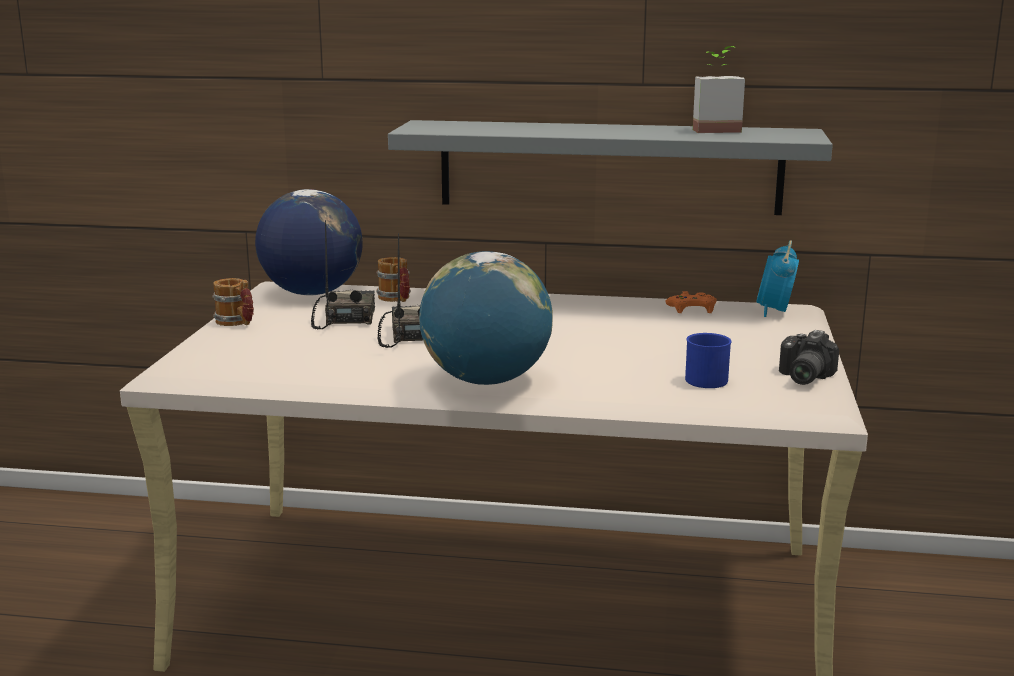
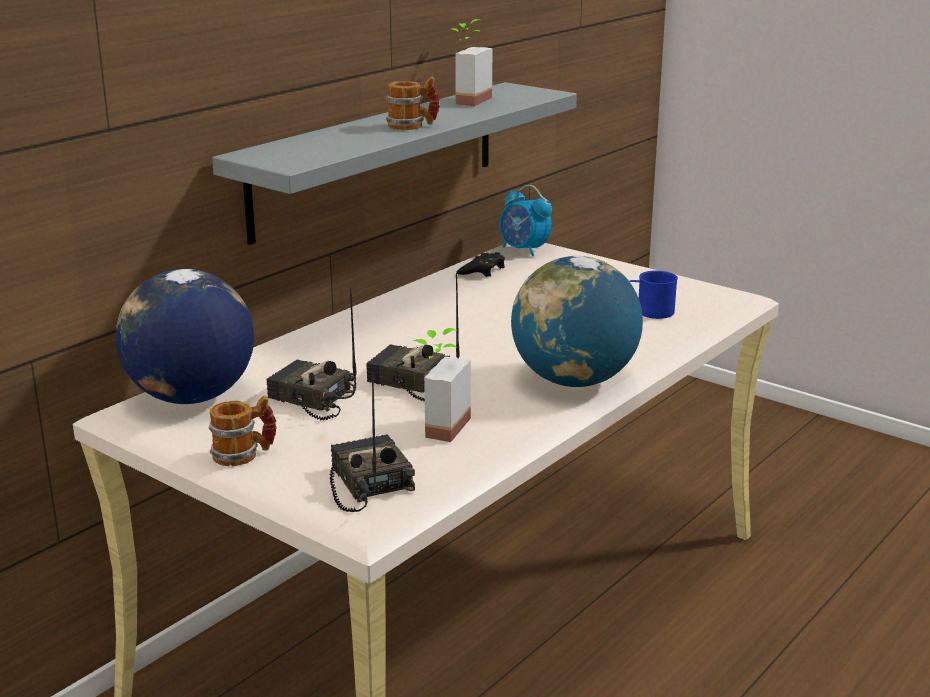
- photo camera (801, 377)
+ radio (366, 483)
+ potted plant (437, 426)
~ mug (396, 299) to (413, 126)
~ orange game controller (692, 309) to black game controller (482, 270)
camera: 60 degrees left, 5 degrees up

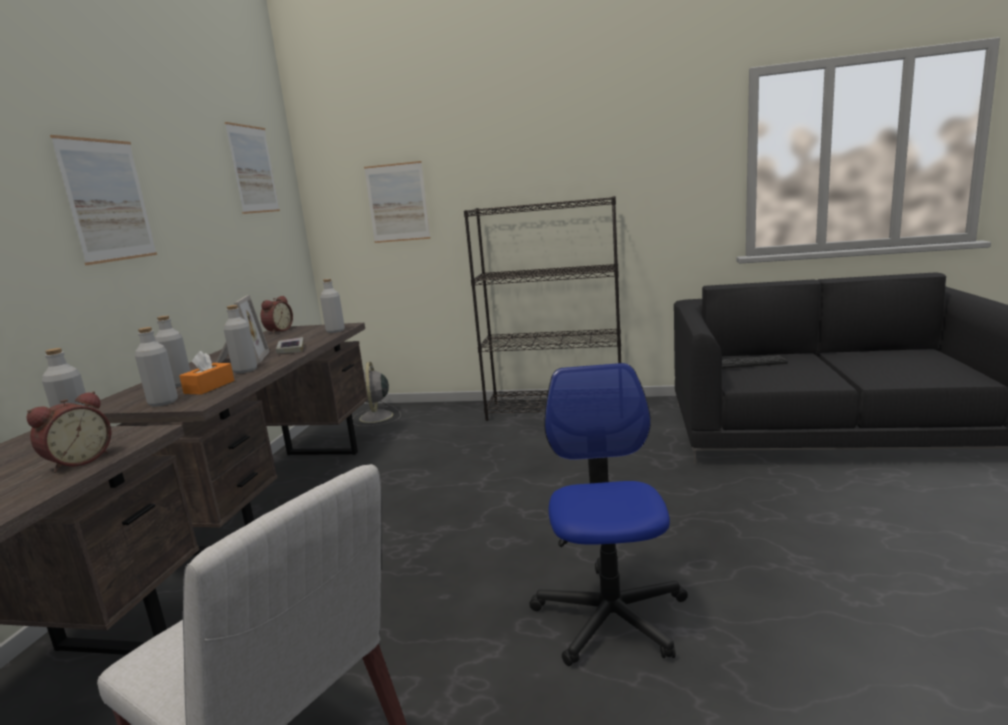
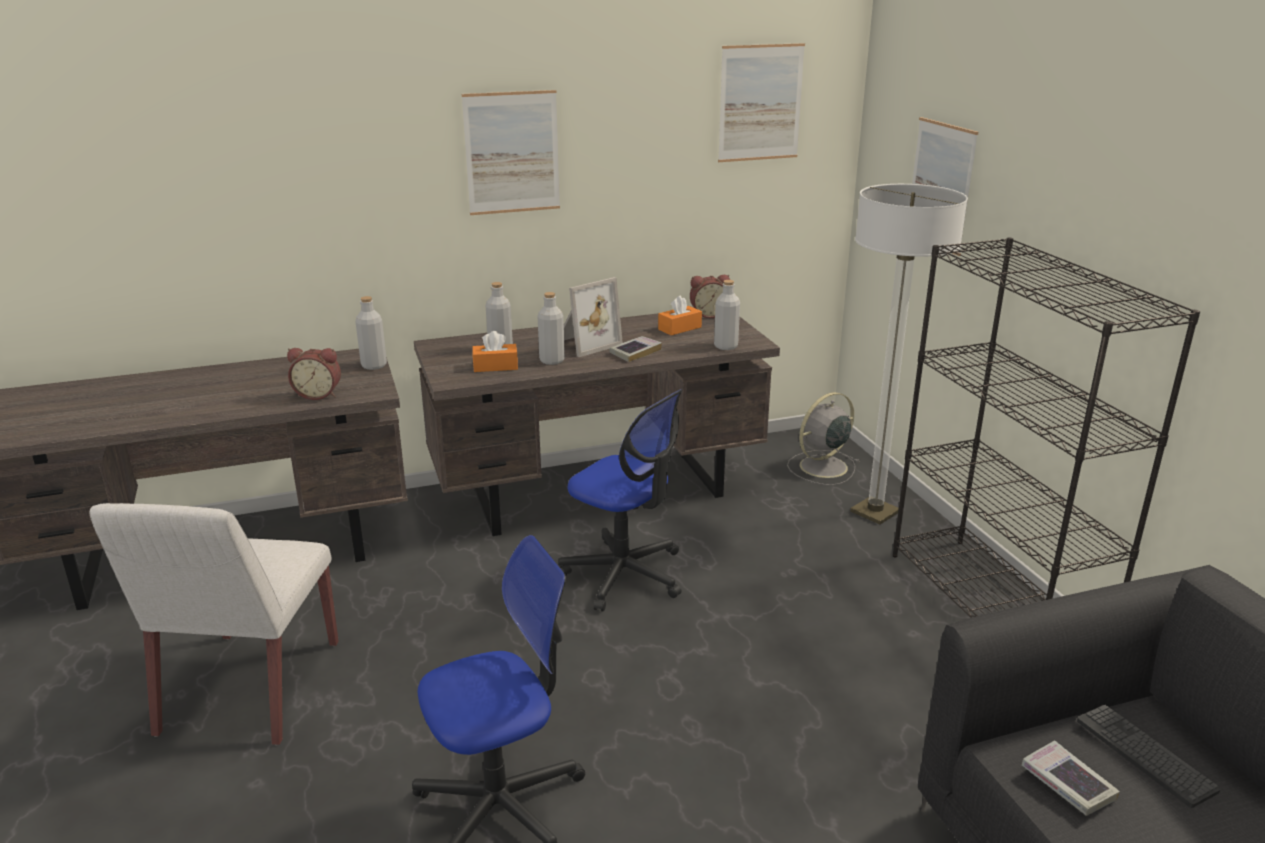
- grey bottle (163, 402)
+ office chair (624, 574)
+ orange tissue box (679, 328)
+ floor lamp (875, 512)
+ book (1067, 783)
camera: 60 degrees right, 10 degrees up

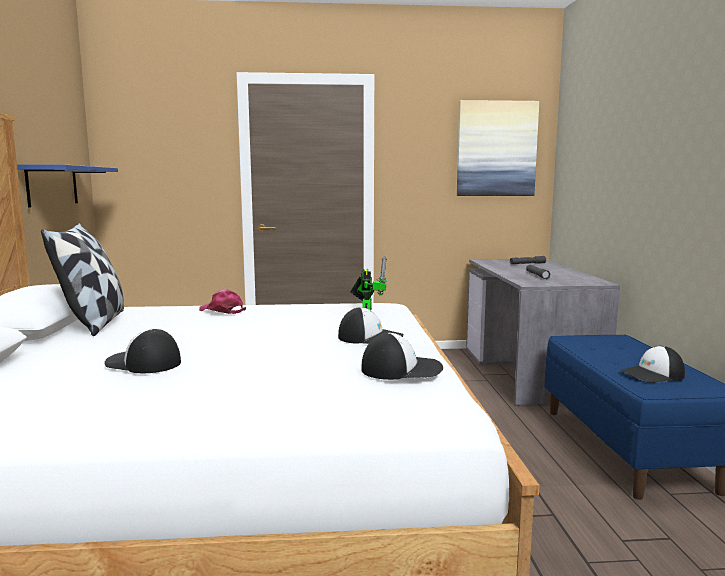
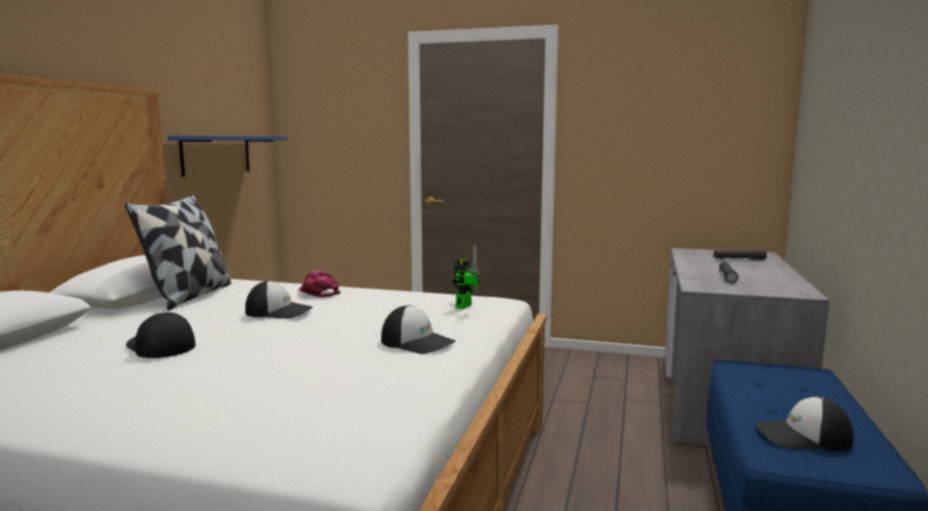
- picture (496, 149)
~ cap (401, 369) to (279, 311)
camera: 20 degrees right, 0 degrees up

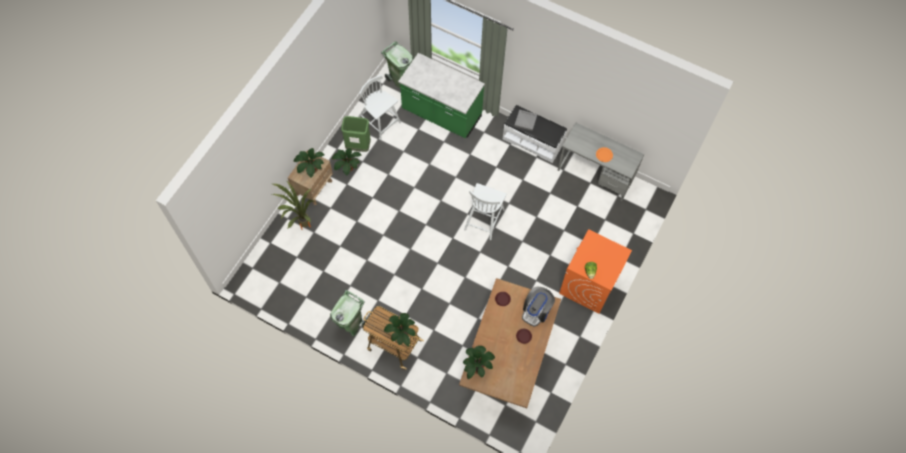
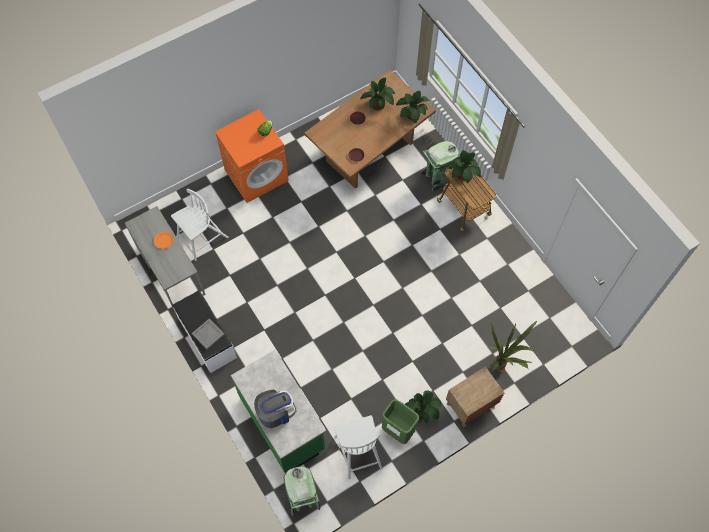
~ potted plant (310, 169) to (378, 104)
~ green trash can (351, 324) to (437, 178)
~ white chair (484, 219) to (201, 238)
~ coffee machine (536, 310) to (275, 412)
camera: 150 degrees left, 0 degrees up

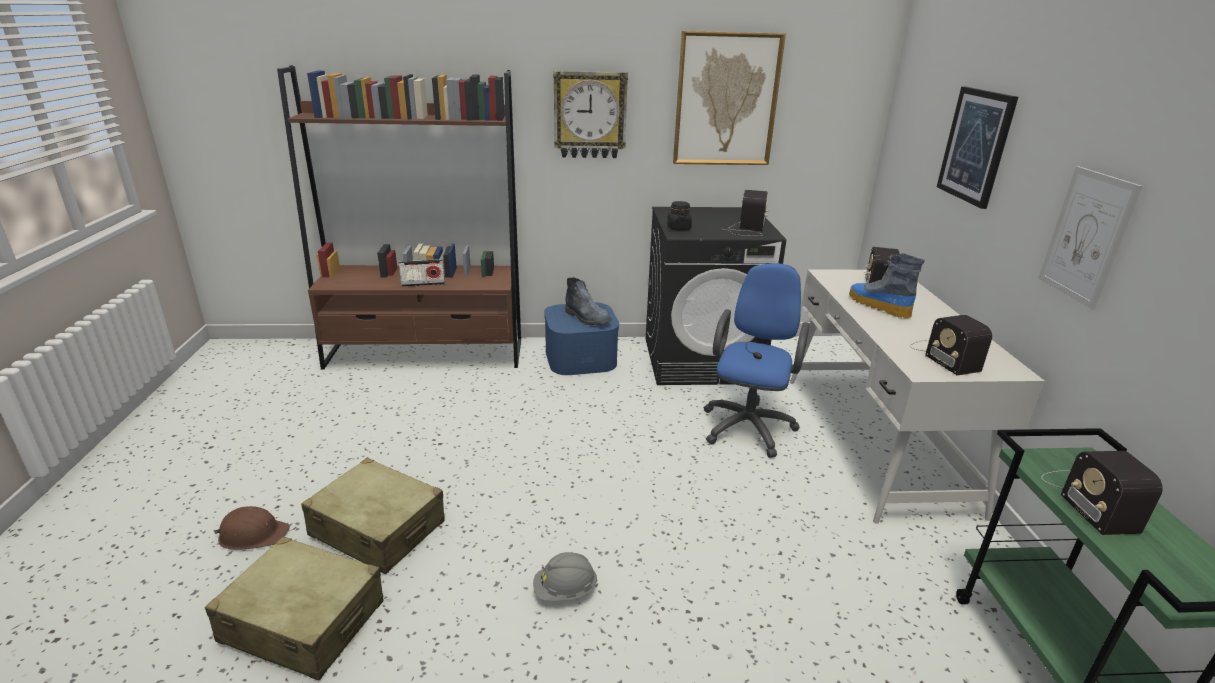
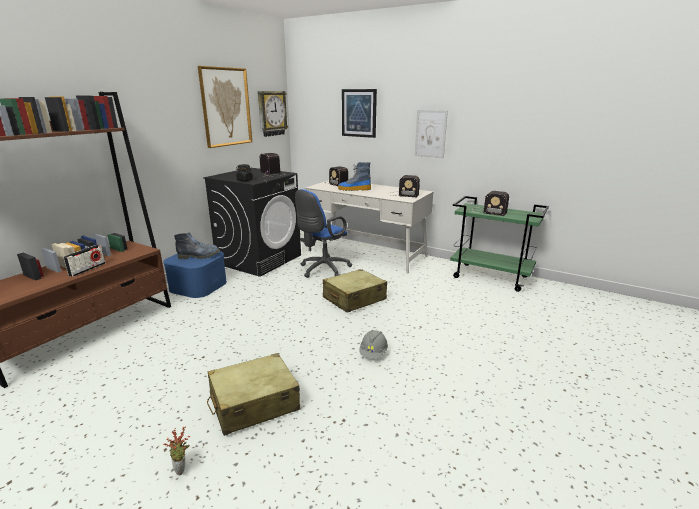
~ beige suitcase (303, 621) to (354, 299)
~ wall clock (590, 115) to (271, 113)
~ brown hard hat (253, 534) to potted plant (182, 469)
~ blue office chair (749, 425) = (322, 270) 105 degrees counterclockwise
camera: 55 degrees left, 5 degrees down

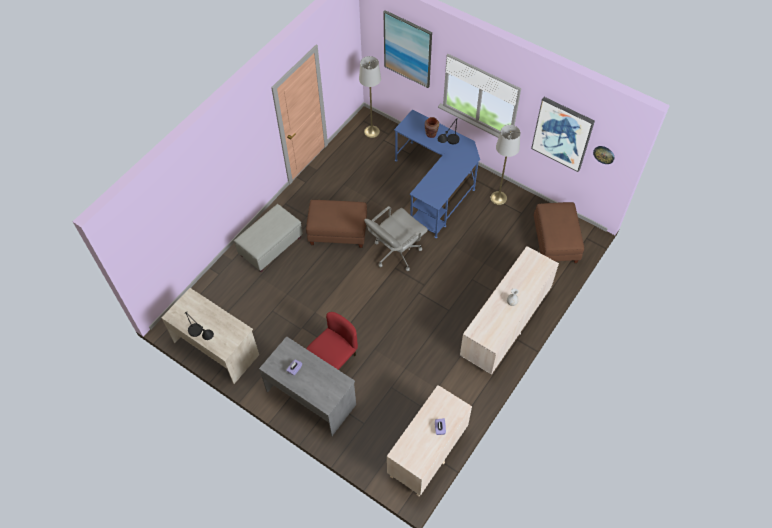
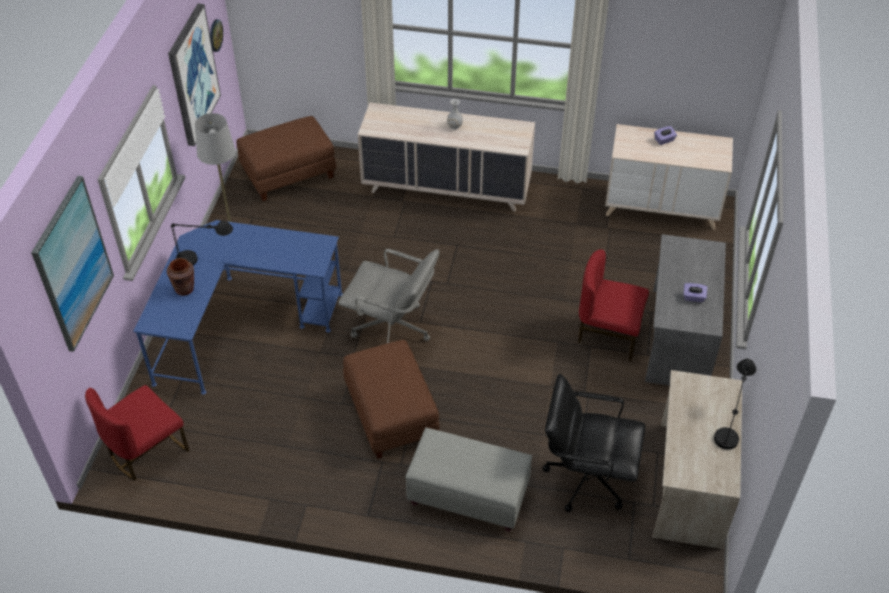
+ black office chair (586, 477)
~ grey floor lamp (371, 131) to red chair (146, 450)
camera: 115 degrees left, 10 degrees down

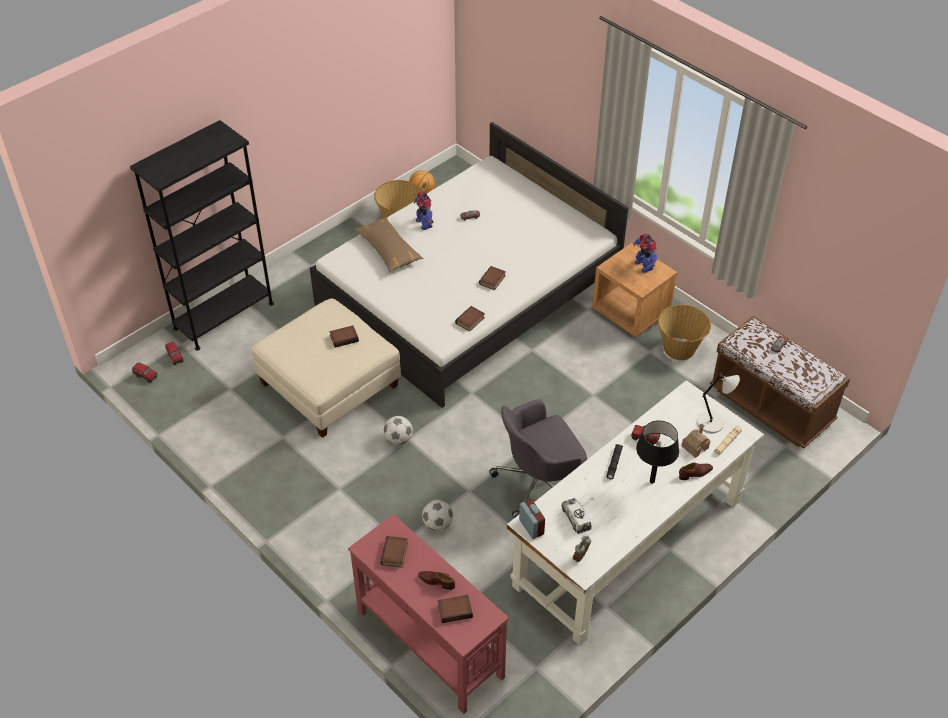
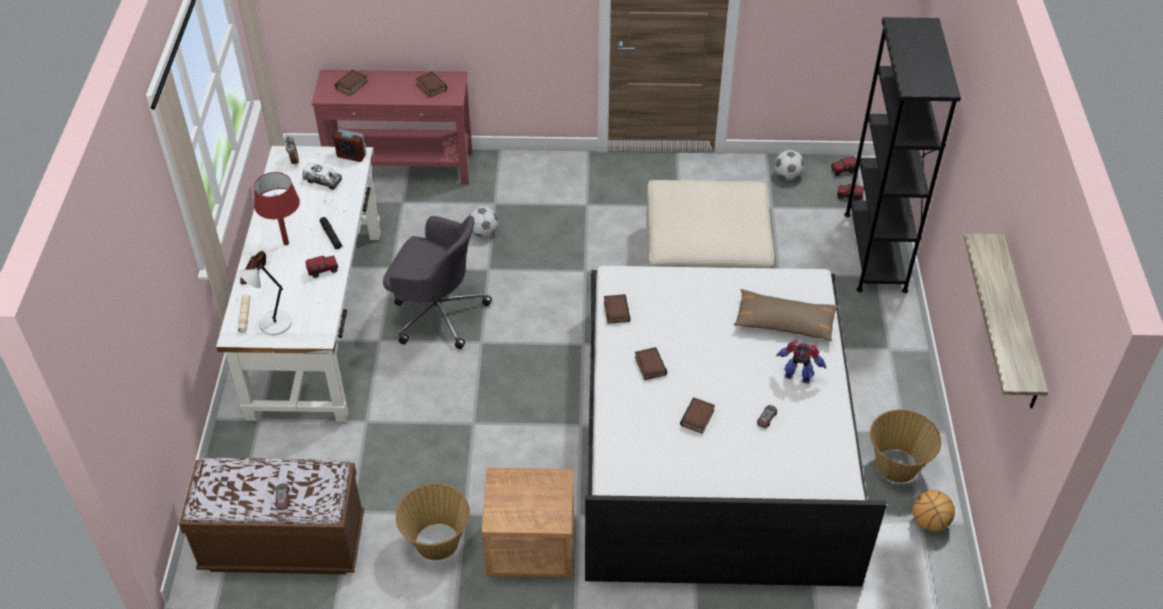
- brown shoe (436, 581)
- toy robot (644, 265)
- toy house (695, 447)
+ shelf (1019, 324)
~ book (344, 338) to (698, 418)
~ football (398, 439) to (787, 176)
~ black table lamp (652, 481) to red table lamp (286, 243)
~ grey office chair (539, 484) = (437, 312) 90 degrees clockwise
camera: 135 degrees right, 0 degrees up

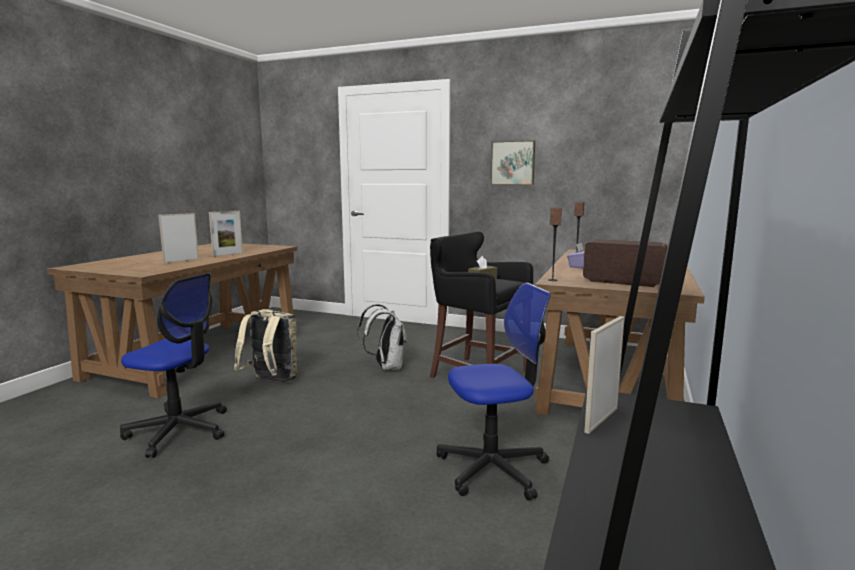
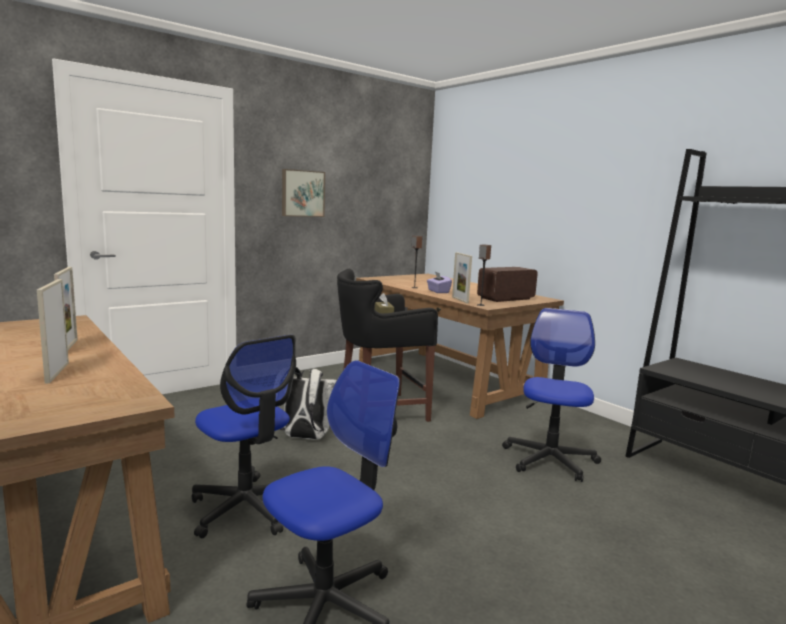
~ picture frame (601, 420) to (460, 300)
~ beige backpack (271, 382) to office chair (247, 508)
camera: 60 degrees left, 0 degrees up

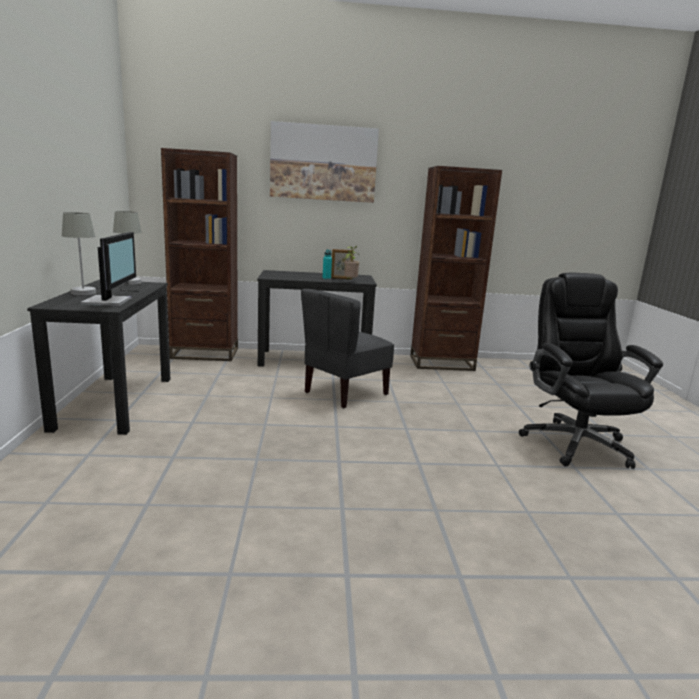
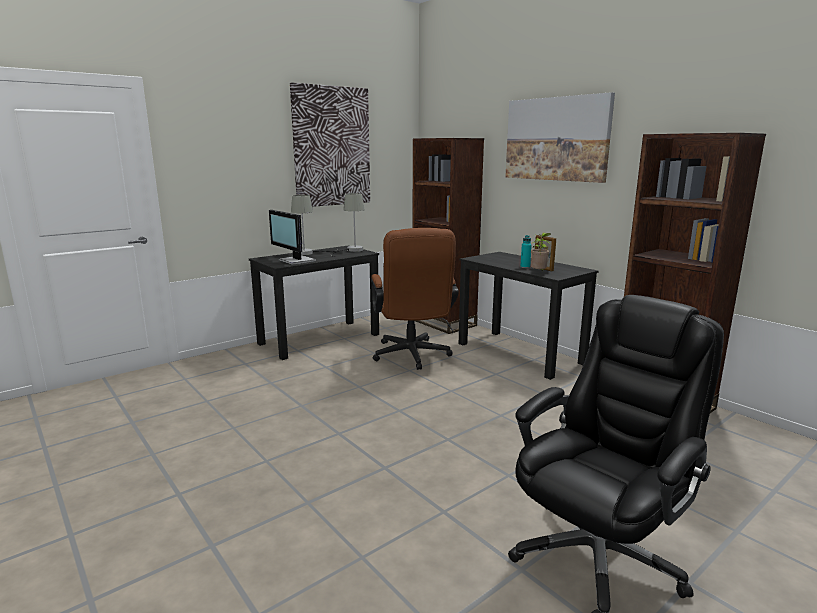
- grey chair (345, 393)
+ picture (331, 147)
+ brown office chair (412, 357)
~ monitor (109, 301) = (296, 261) 90 degrees clockwise
camera: 55 degrees right, 0 degrees up

